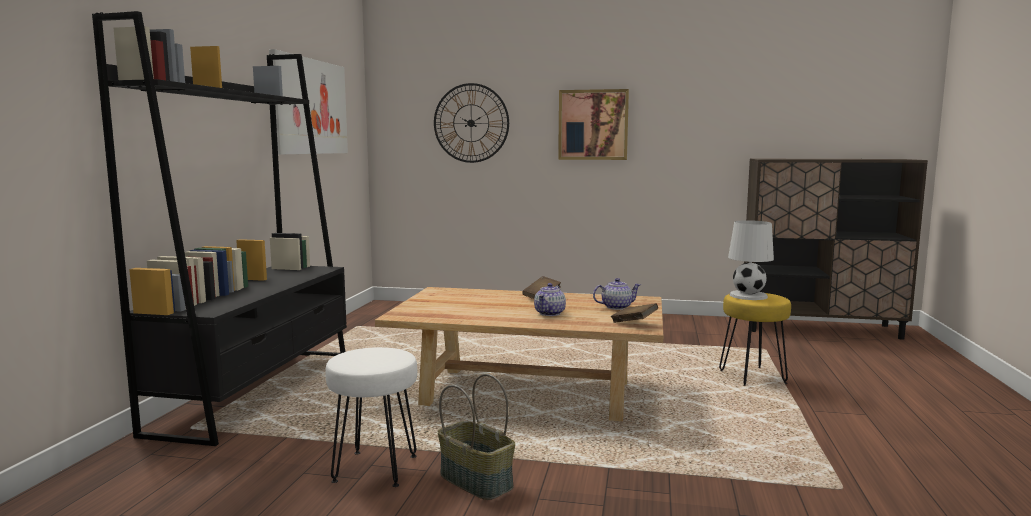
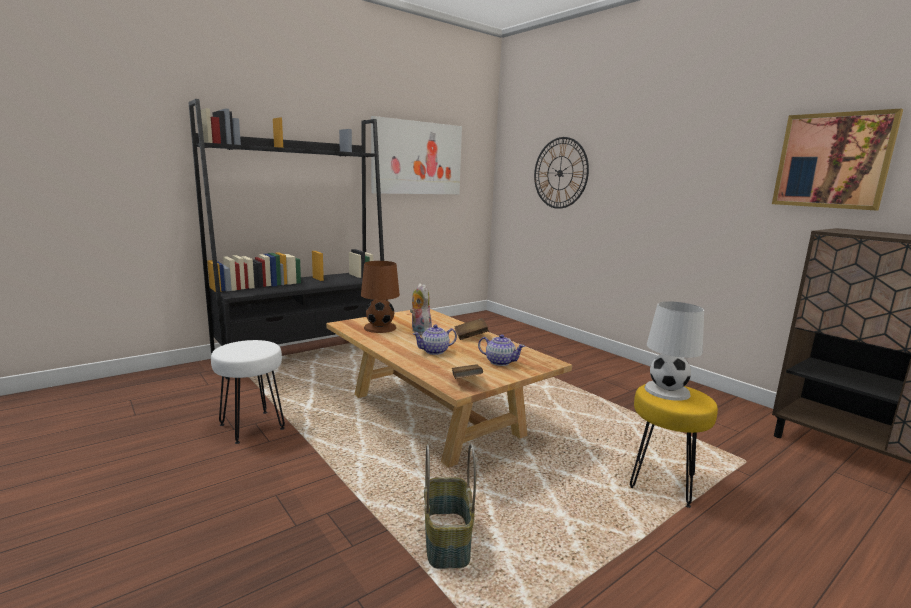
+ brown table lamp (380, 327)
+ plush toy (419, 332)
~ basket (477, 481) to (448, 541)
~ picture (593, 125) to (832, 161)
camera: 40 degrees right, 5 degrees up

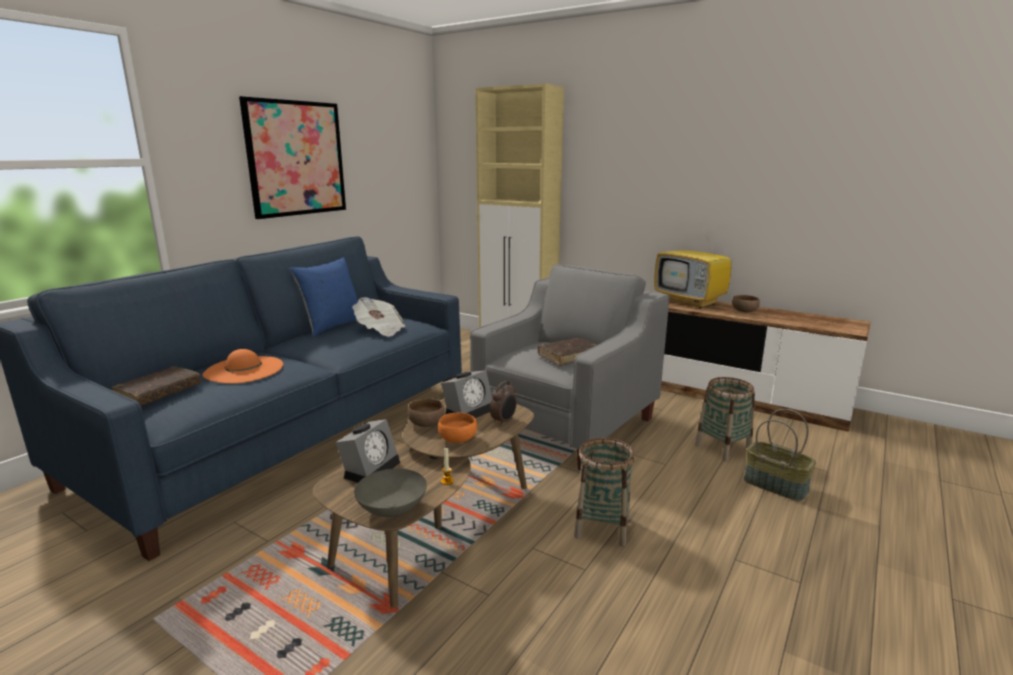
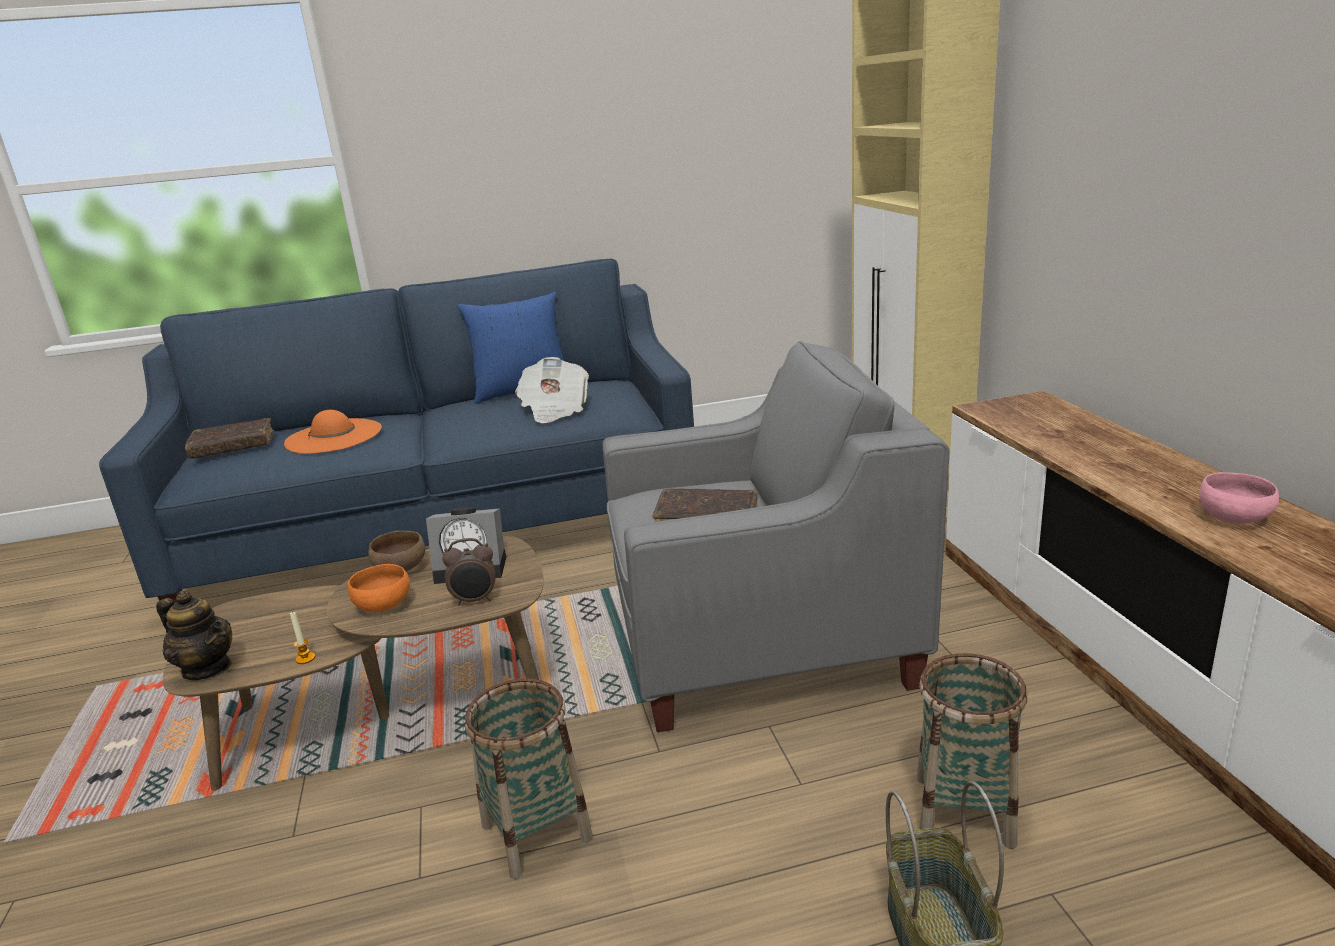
- picture (296, 158)
- alarm clock (371, 468)
- television (691, 302)
~ grey bowl (392, 509) to teapot (207, 668)
~ brown bowl (744, 311) to pink bowl (1235, 518)
camera: 45 degrees right, 5 degrees up

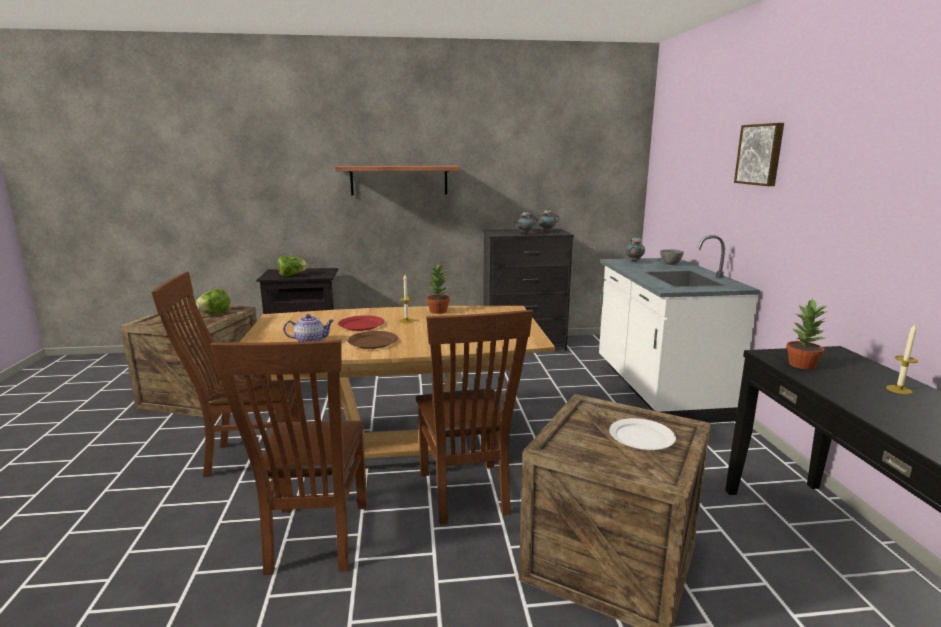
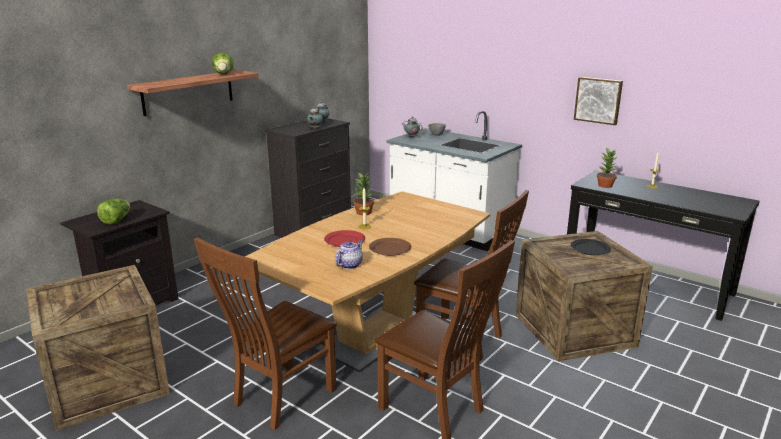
~ lettuce (213, 313) to (224, 74)
~ picture (760, 154) to (598, 100)
~ white plate (641, 437) to black plate (590, 249)
camera: 45 degrees left, 5 degrees up

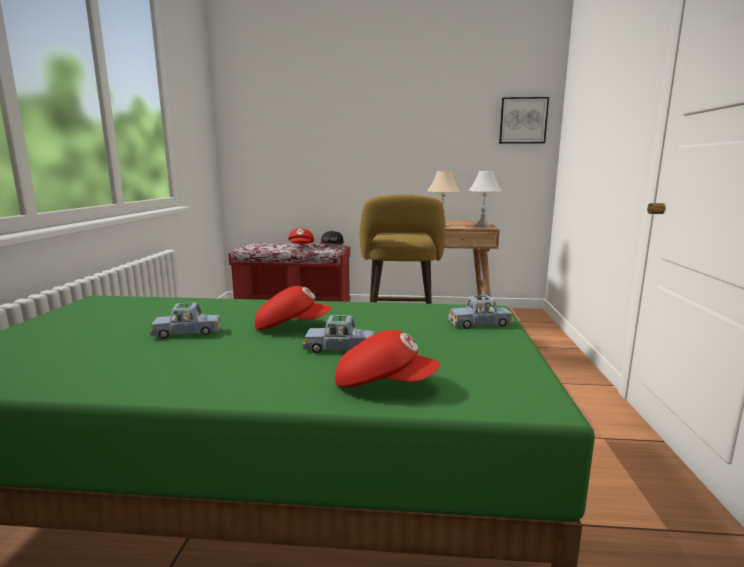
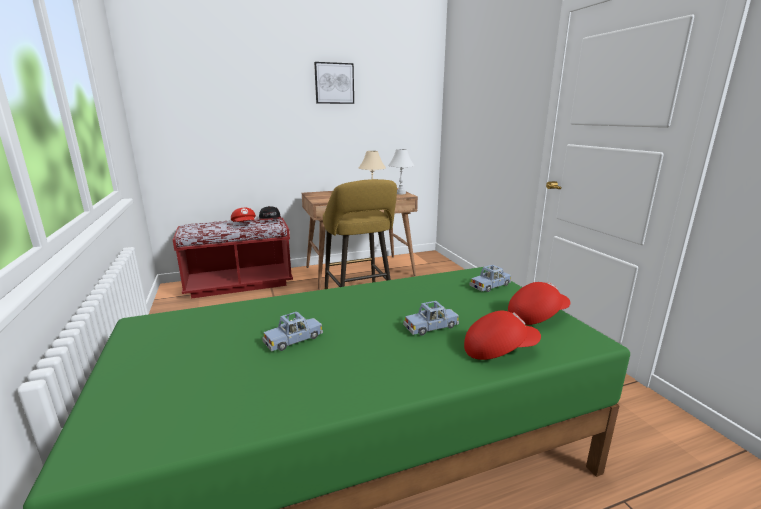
~ red cap (292, 326) to (536, 315)
~ picture (523, 120) to (334, 83)
camera: 25 degrees left, 5 degrees up

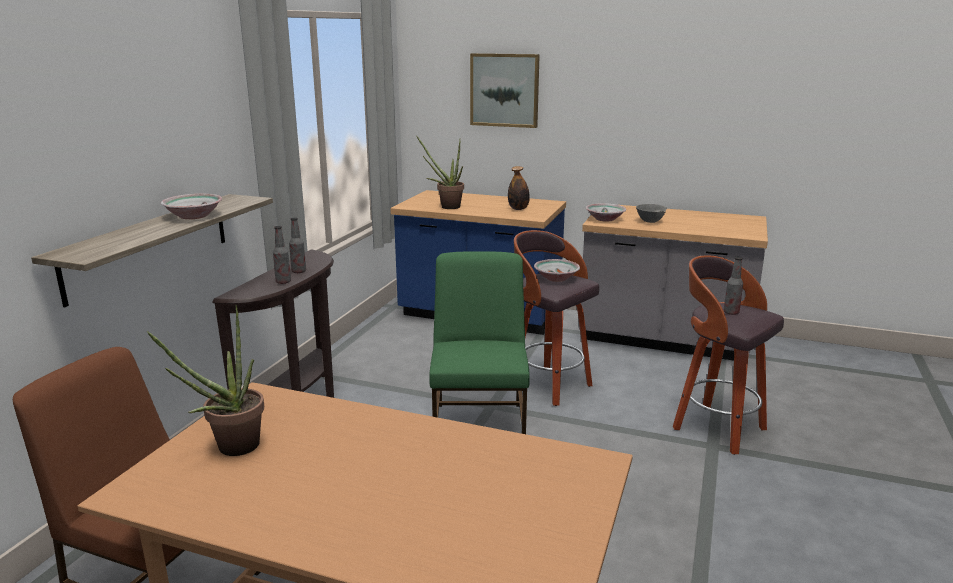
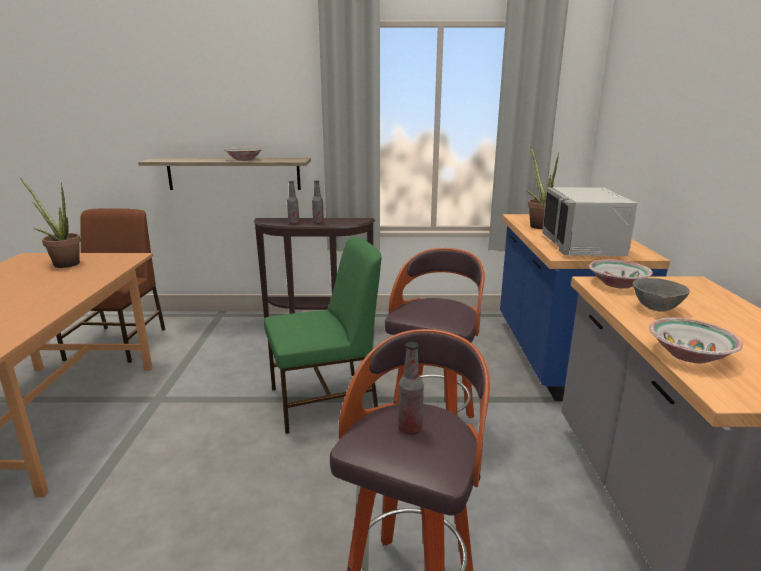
- picture (504, 90)
~ bowl (555, 278) to (688, 354)
~ bottle (518, 209) to grey microwave (583, 246)
camera: 70 degrees right, 0 degrees up

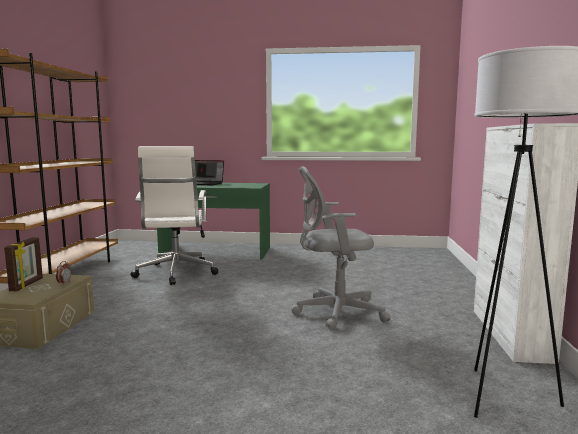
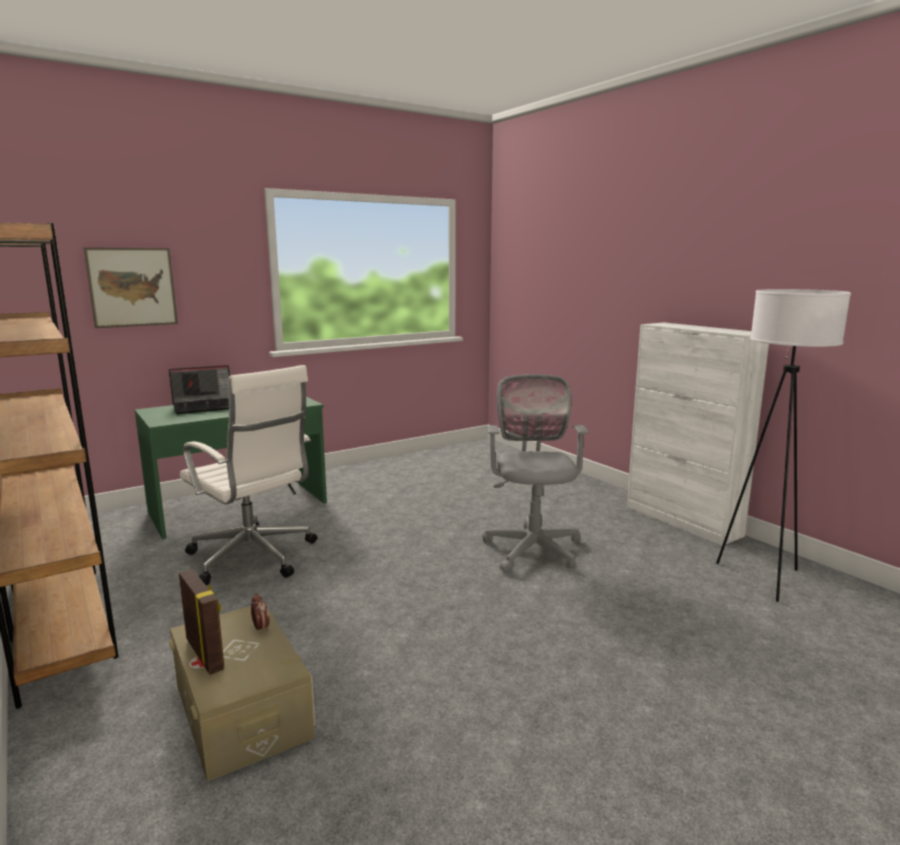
+ picture (132, 287)
~ grey office chair (335, 312) = (533, 547) 135 degrees clockwise
camera: 40 degrees left, 5 degrees up

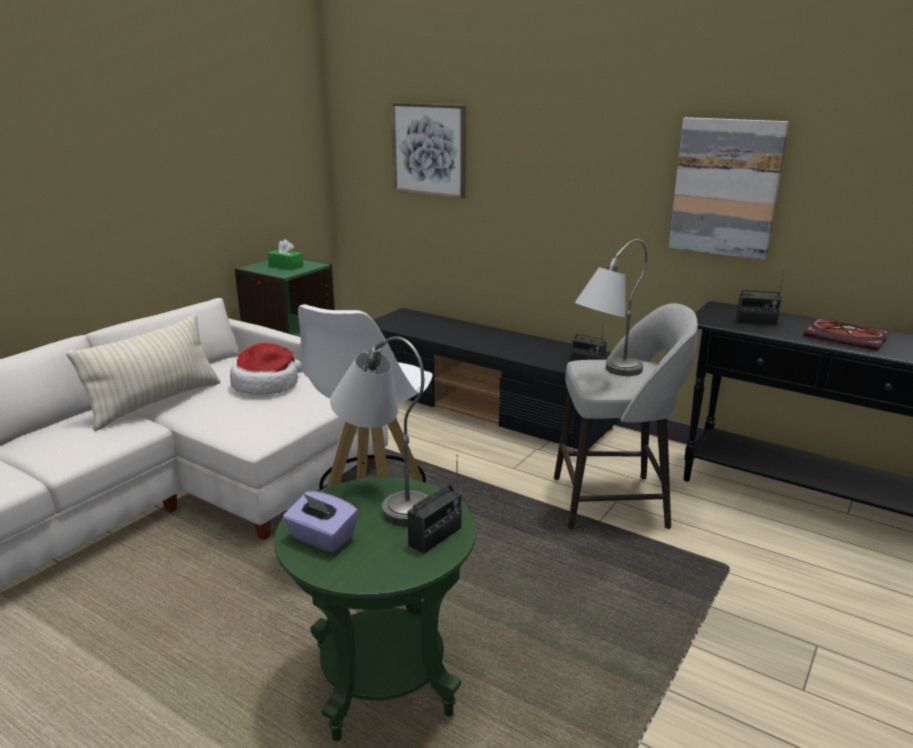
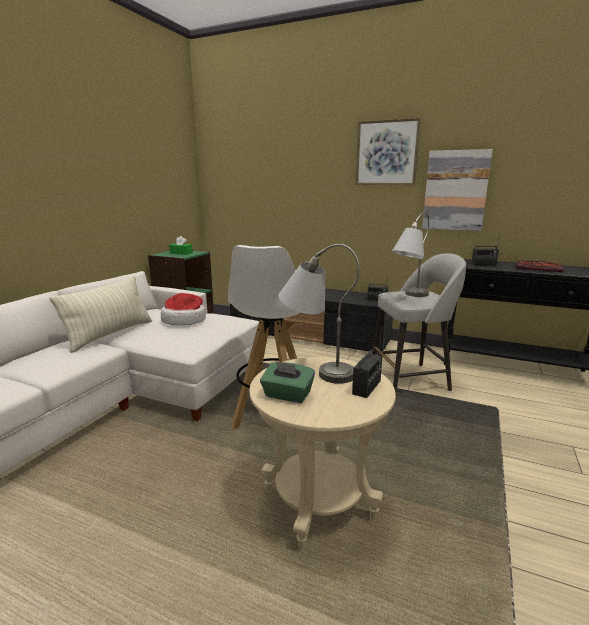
~ picture (429, 150) to (386, 153)
~ green side table (384, 684) to beige side table (319, 505)
~ purple tissue box (322, 538) to green tissue box (287, 395)
camera: 10 degrees left, 5 degrees down

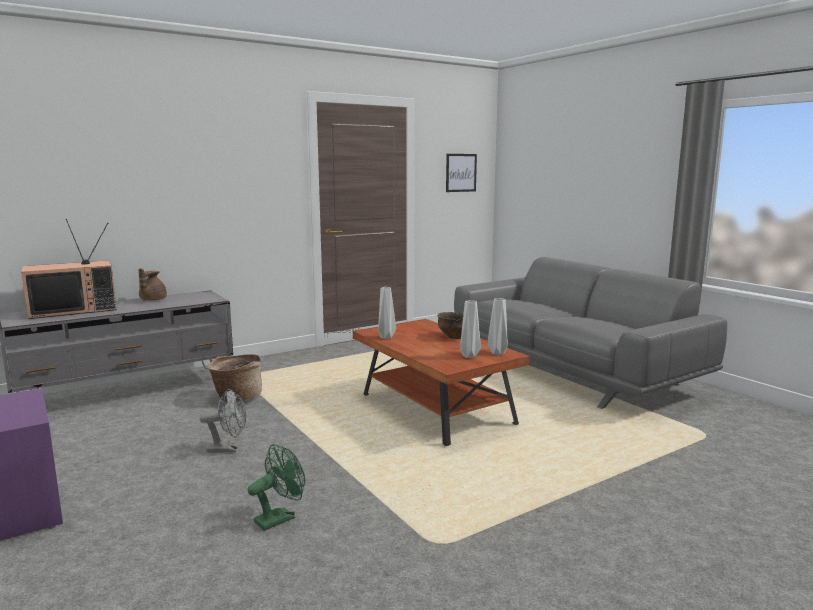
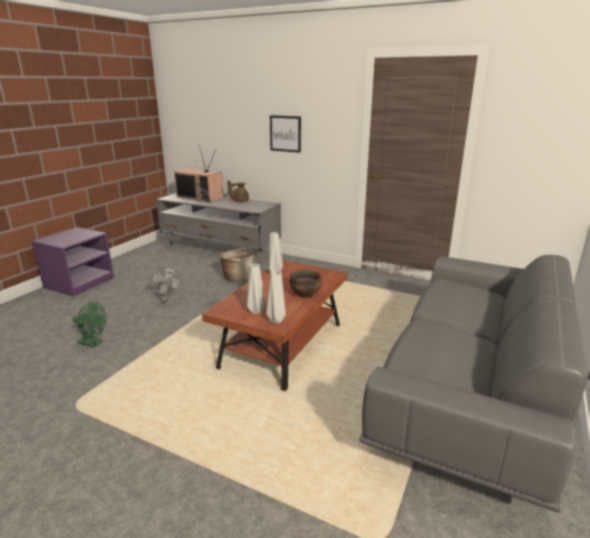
~ picture (461, 172) to (285, 133)
camera: 60 degrees right, 10 degrees up

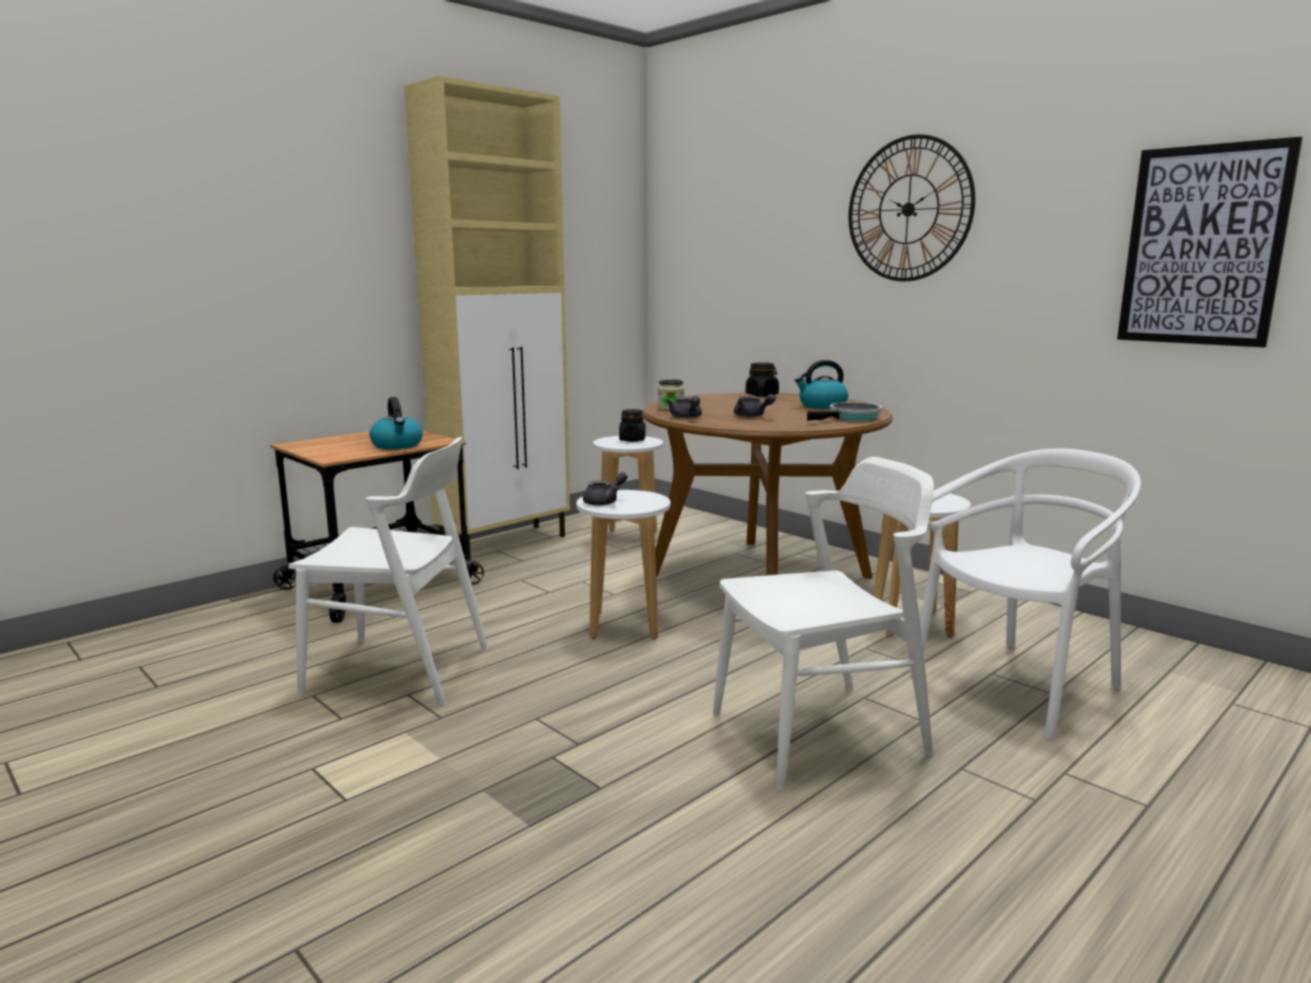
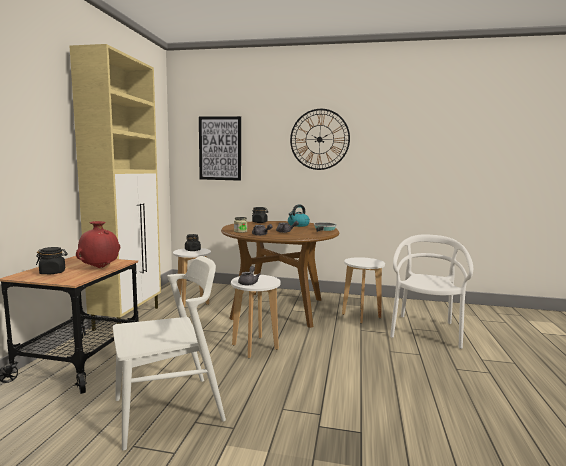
- white chair (819, 733)
+ black jar (53, 272)
~ picture (1203, 246) to (220, 148)
~ kettle (397, 445) to red vase (100, 268)
camera: 35 degrees left, 5 degrees down

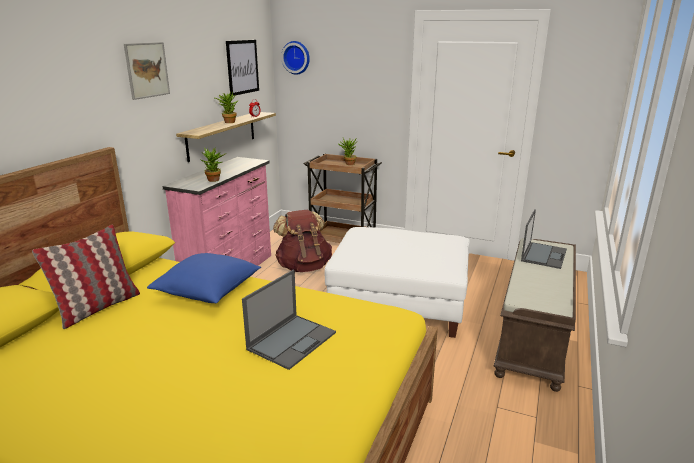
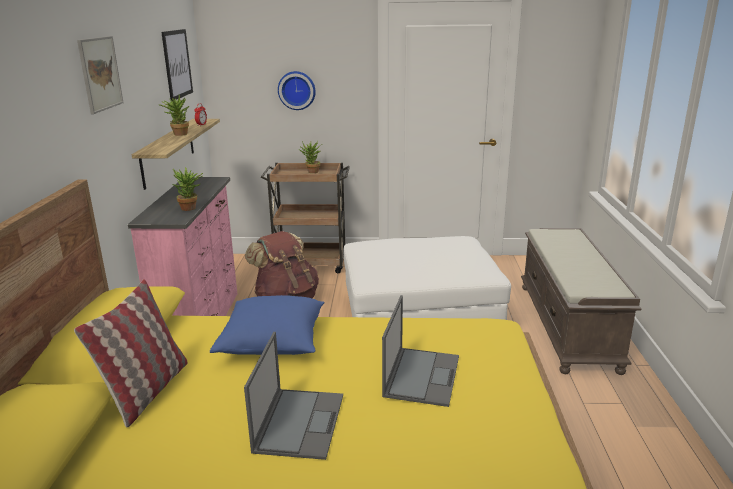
~ wall clock (296, 57) to (297, 90)
~ laptop (543, 255) to (299, 422)
camera: 20 degrees left, 0 degrees up

